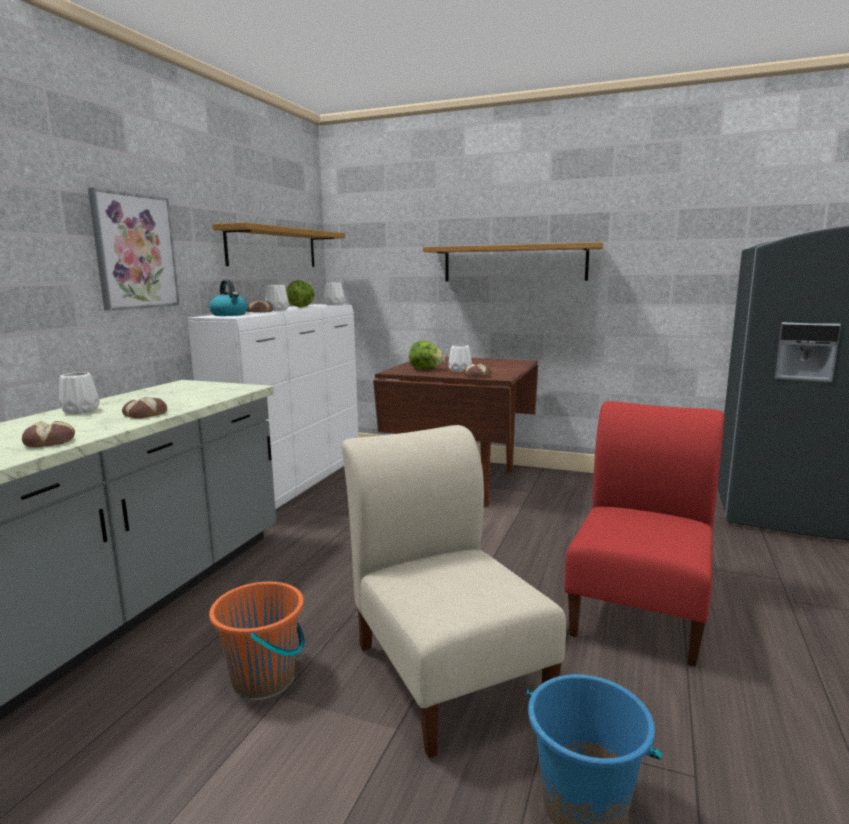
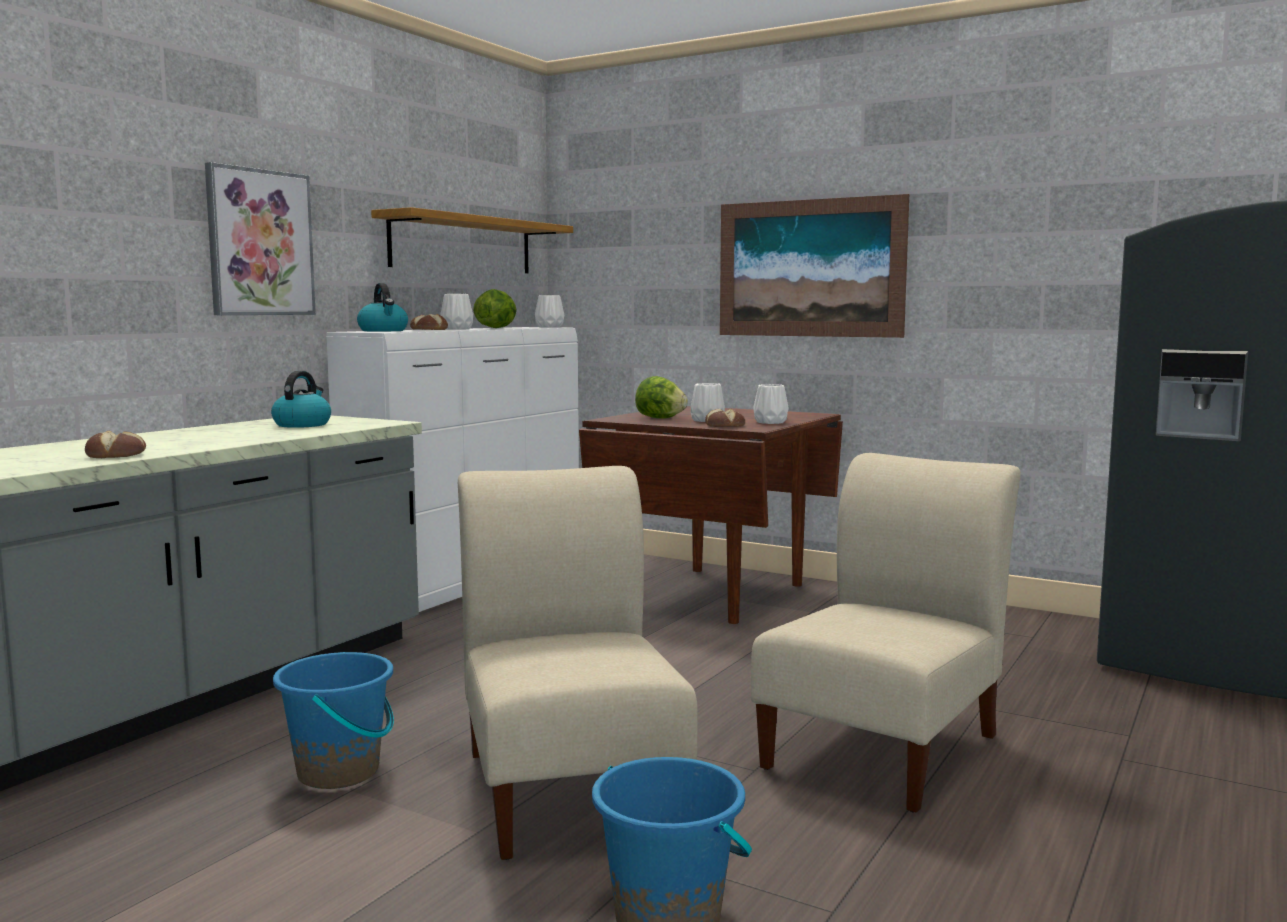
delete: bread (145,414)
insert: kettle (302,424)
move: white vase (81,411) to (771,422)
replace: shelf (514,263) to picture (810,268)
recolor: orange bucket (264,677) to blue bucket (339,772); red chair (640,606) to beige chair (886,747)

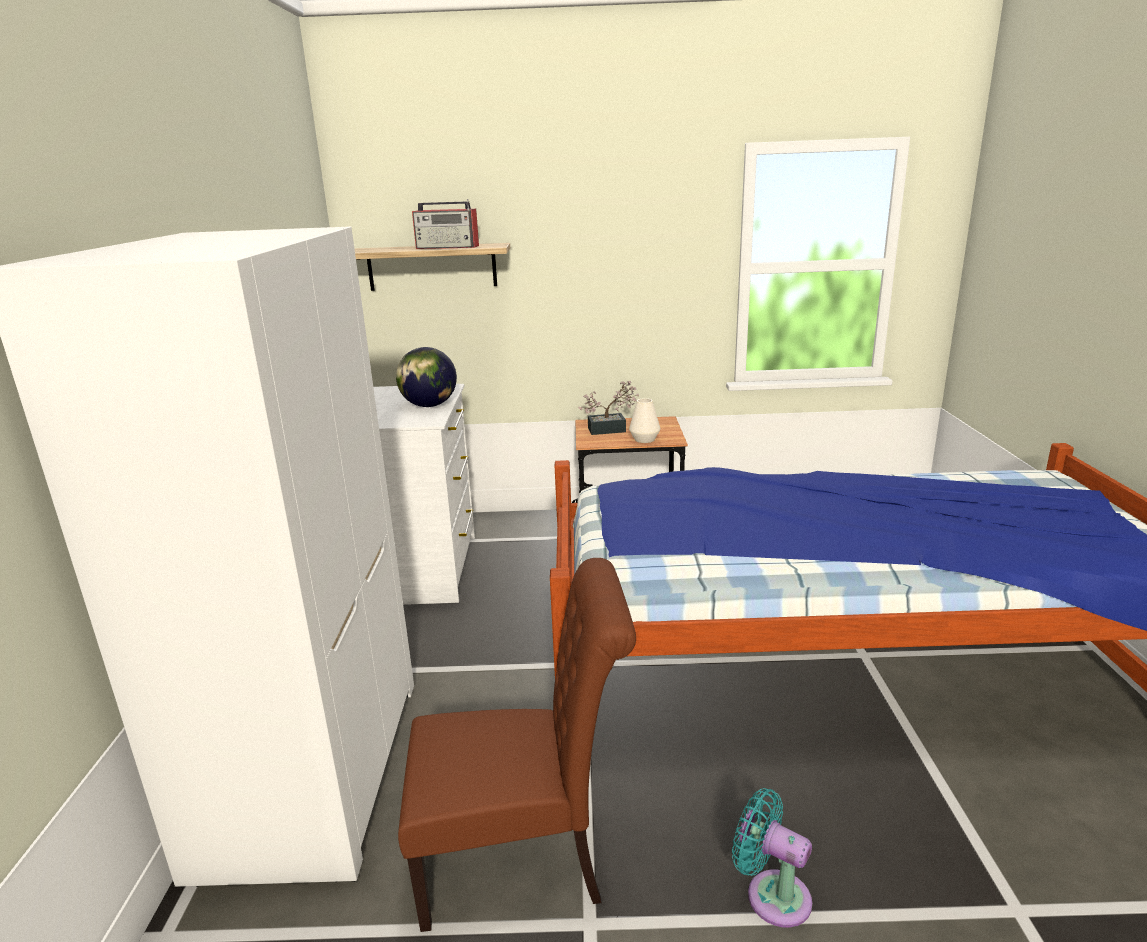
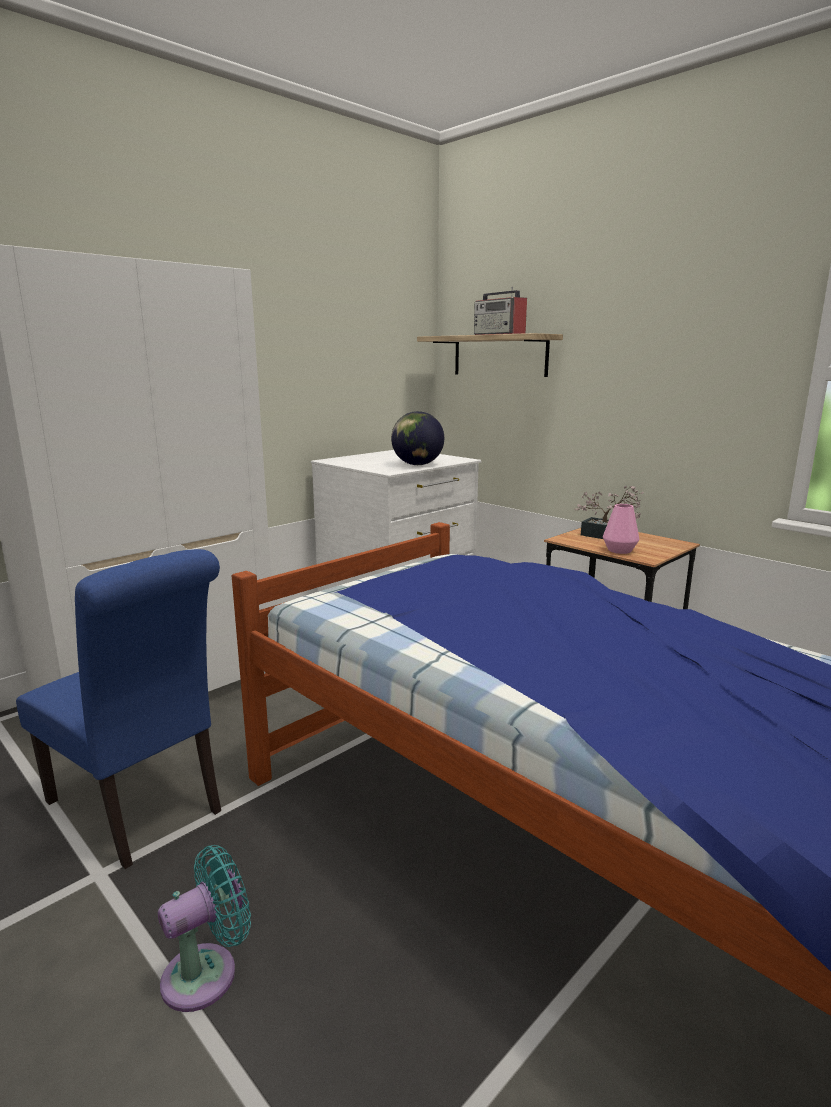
recolor: brown chair (524,862) to blue chair (141,810); white vase (644,439) to pink vase (619,550)
rotate: turquoise fan (772,894) = (207,972) 60 degrees clockwise

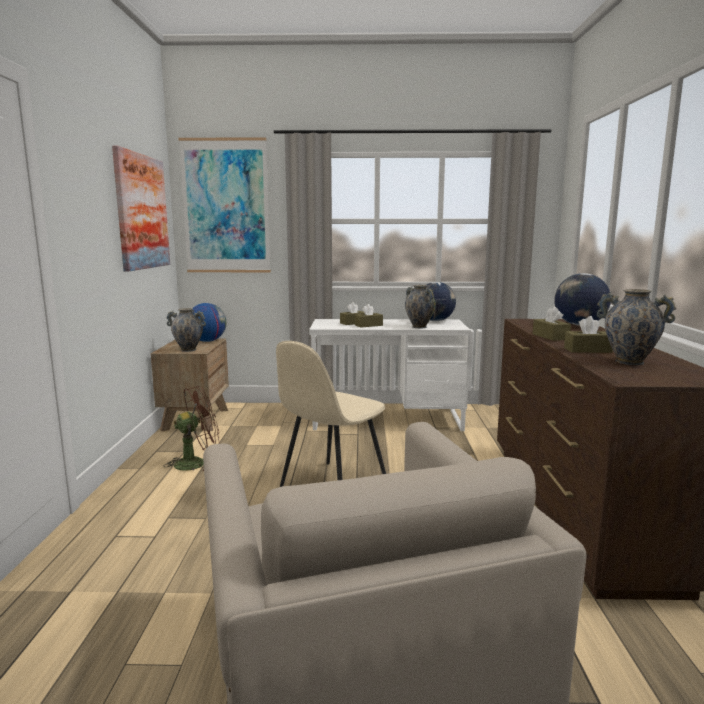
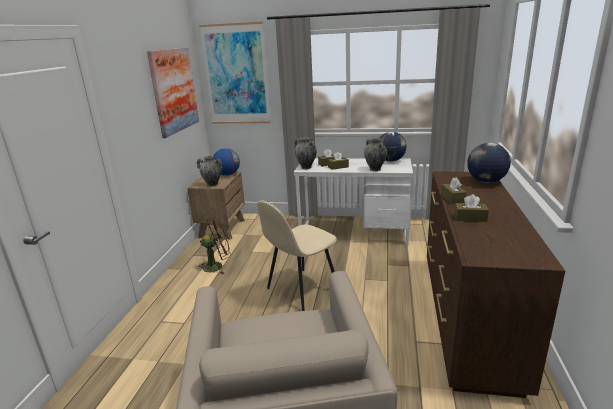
move: vase (629,362) to (306,167)

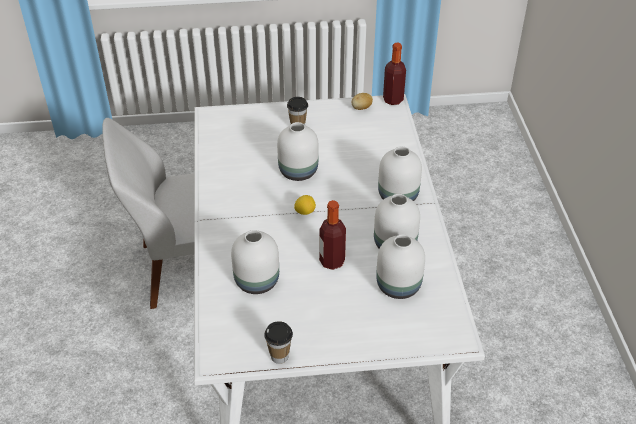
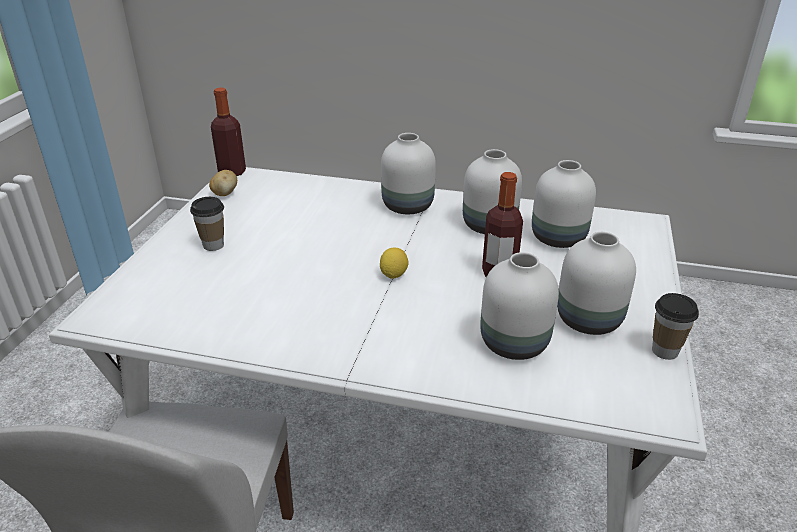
move: white vase (298,171) to (587,319)

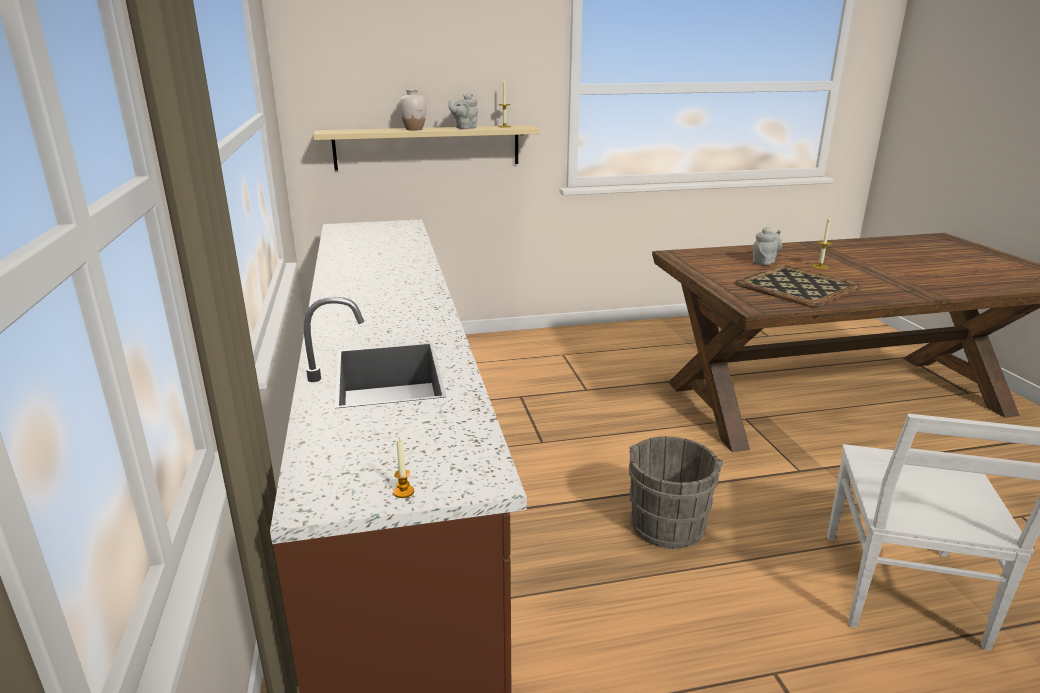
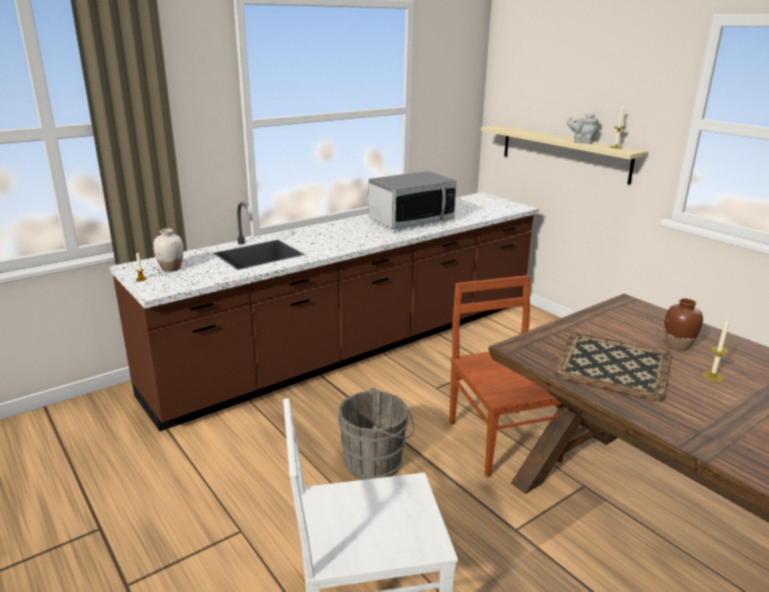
insert: microwave (411,220); brown chair (502,439)
move: white vase (414,129) to (171,268)
replace: grey teapot (764,262) to brown vase (677,345)

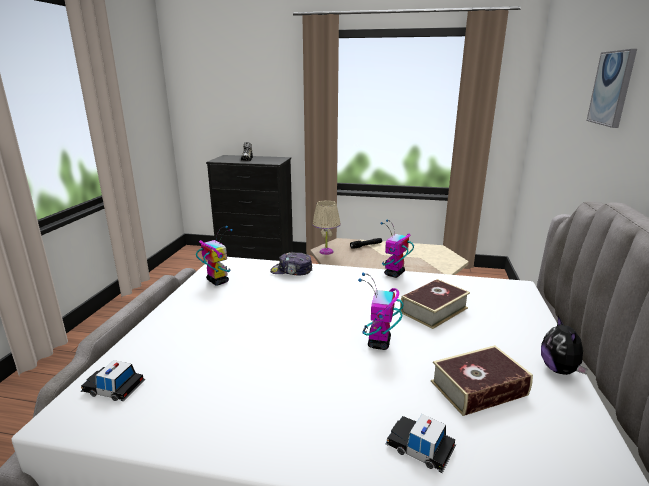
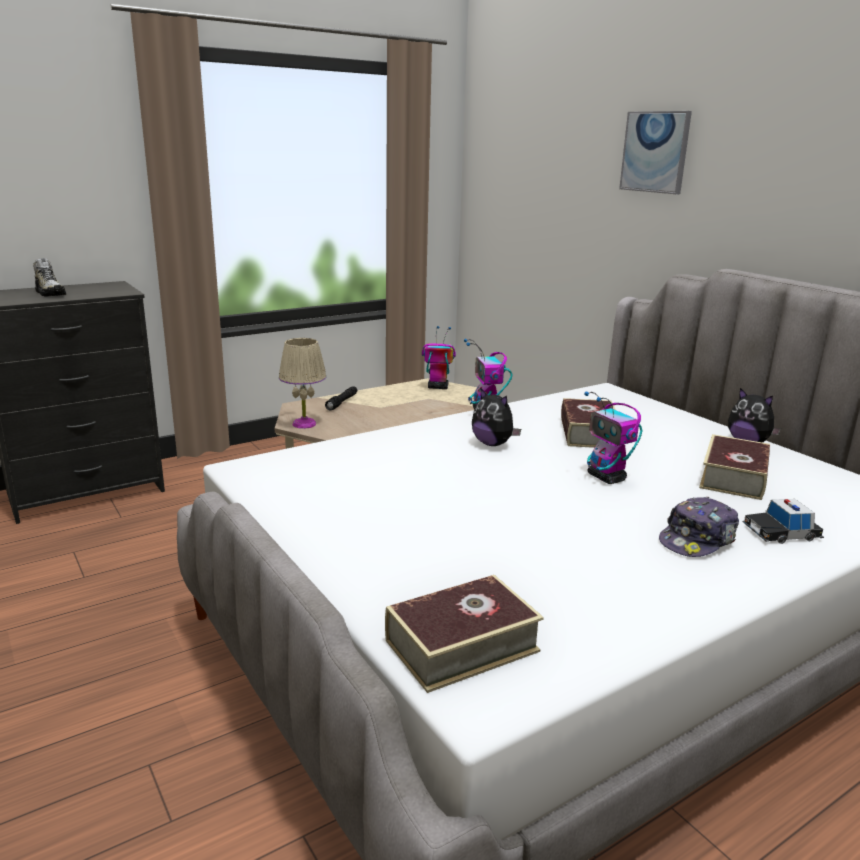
insert: plush toy (493,444)
move: toy robot (217,281) to (437,387); cap (291,271) to (698,540)
replace: toy car (114,388) to book (461,645)

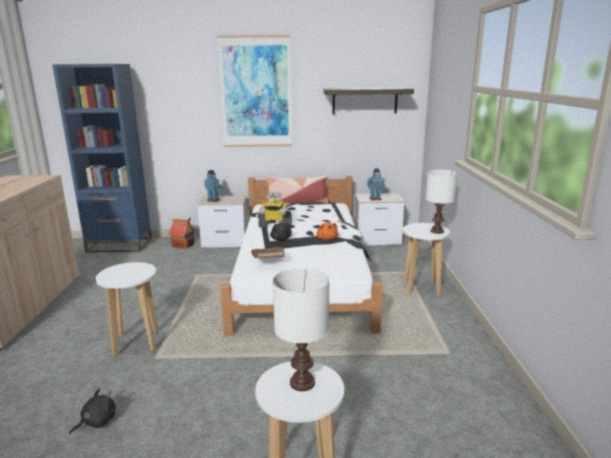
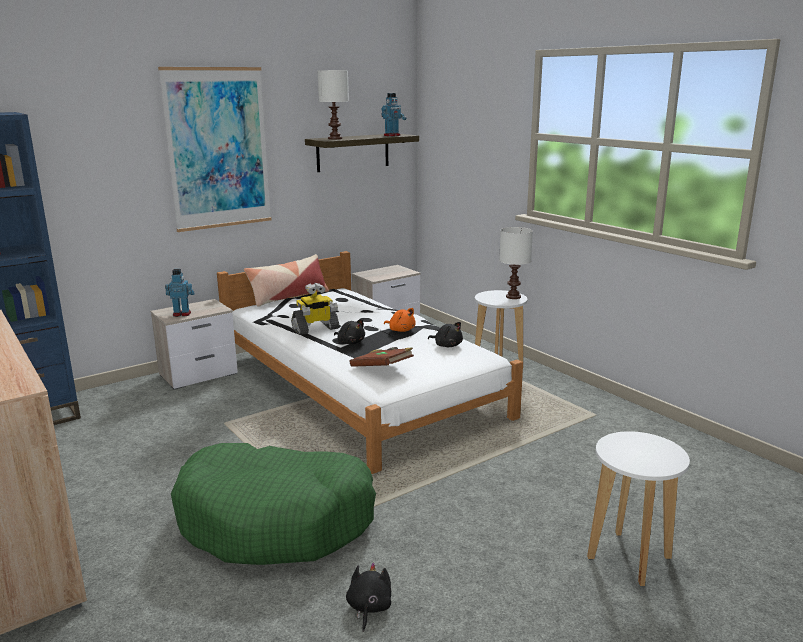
delete: toy house (184,245)
insert: black plush toy (447,345)
move: white table lamp (301,383) to (335,138); toy robot (375,199) to (392,135)
replace: white stool (136,343) to green dog bed (276,520)

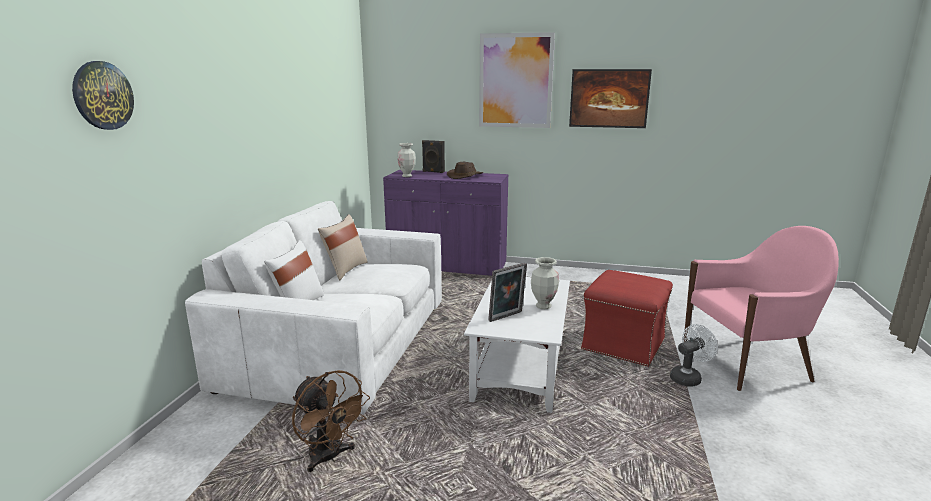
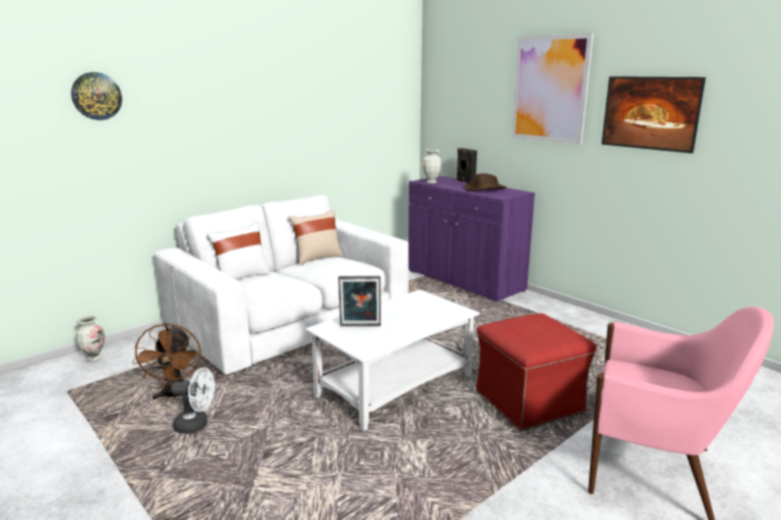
move: vase (543,306) to (94,358); white fan (688,377) to (196,425)

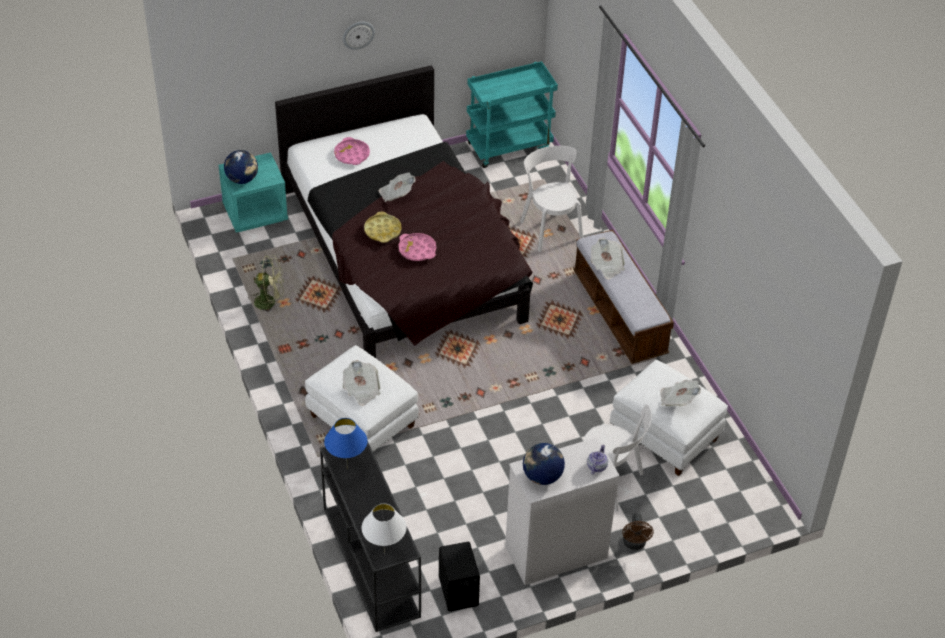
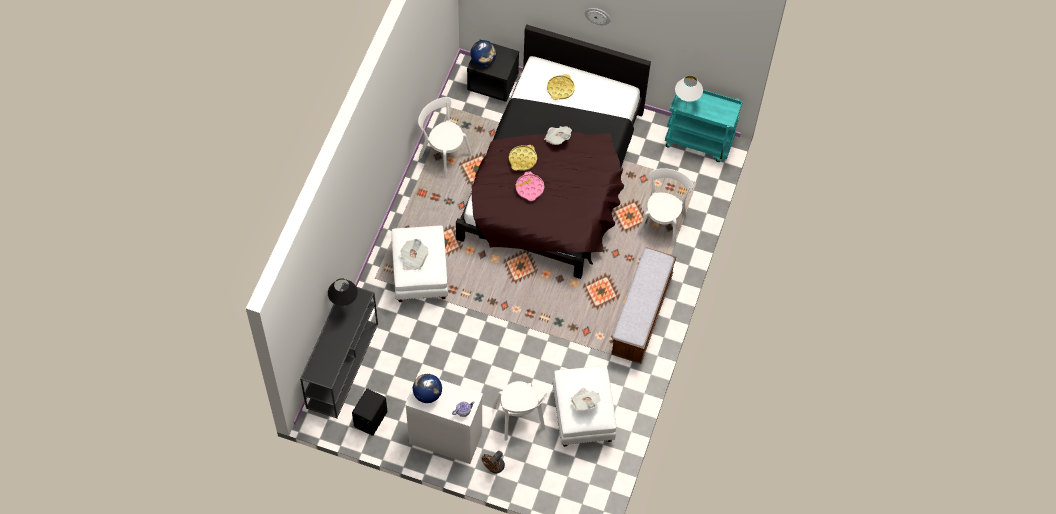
delete: newspaper (607,266)
move: white table lamp (384,555) to (686,105)
replace: green fan (270,302) to white chair (443,154)
recolor: blue table lamp (347,469) to black table lamp (344,306); turquoise nightstand (255,213) to black nightstand (493,83); pink tray (352,154) to yellow tray (560,89)

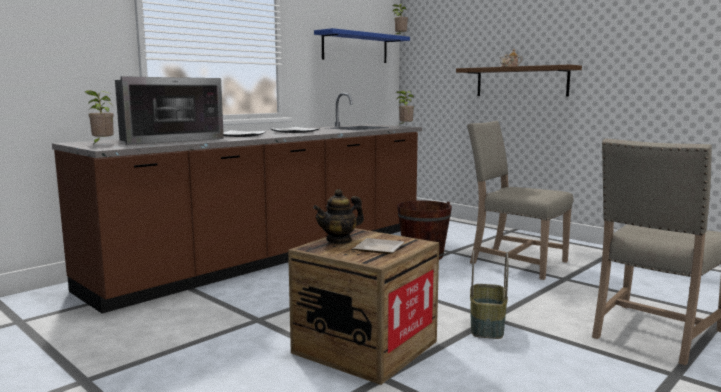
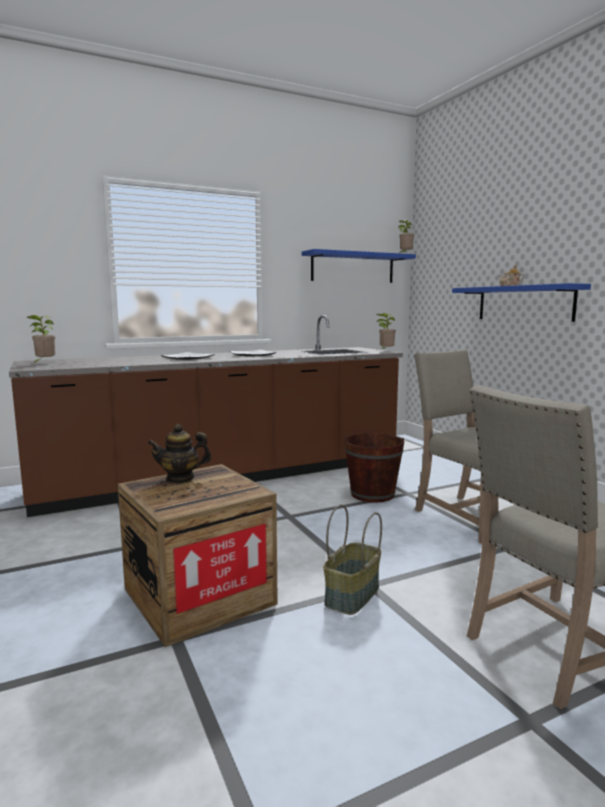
delete: microwave (167,139); plate (377,249)
recolor: brown shelf (521,81) to blue shelf (524,303)

